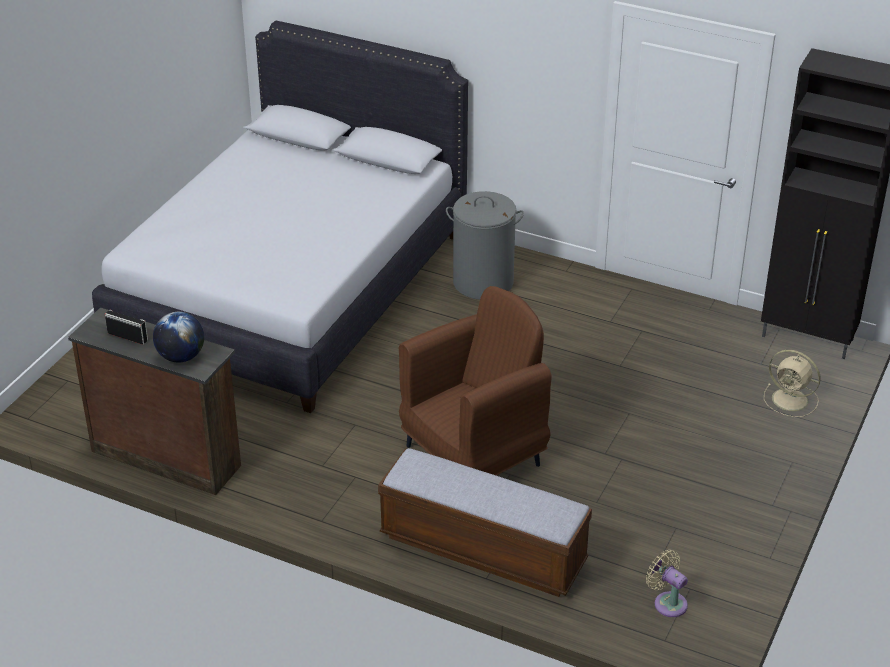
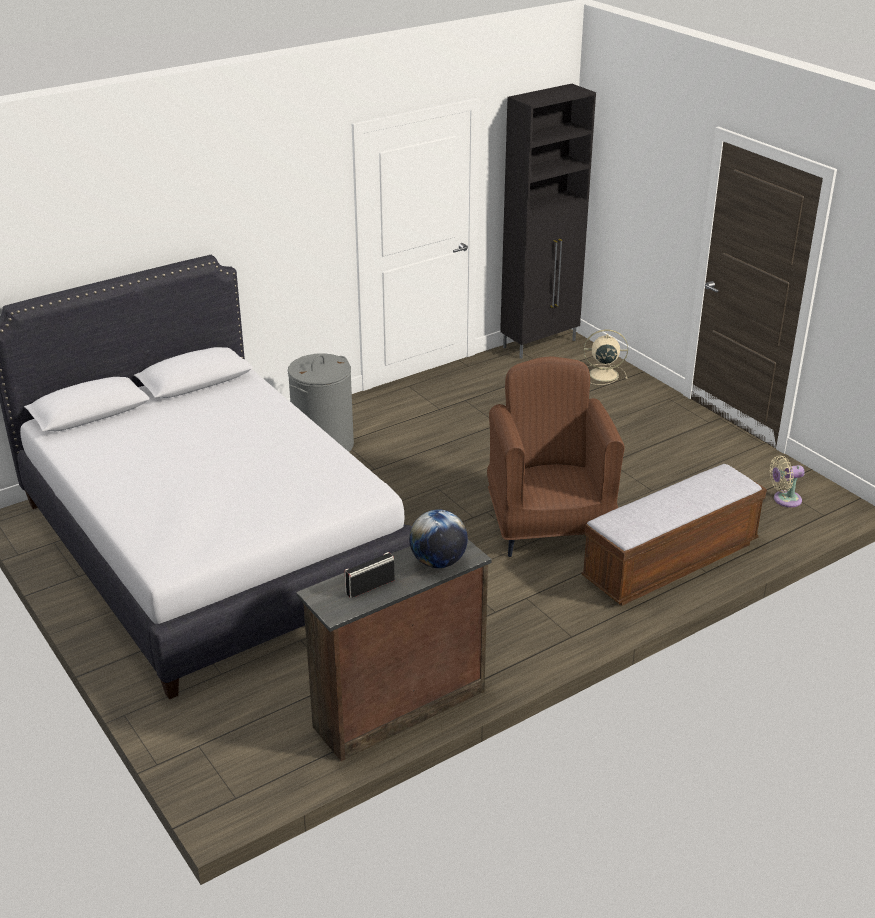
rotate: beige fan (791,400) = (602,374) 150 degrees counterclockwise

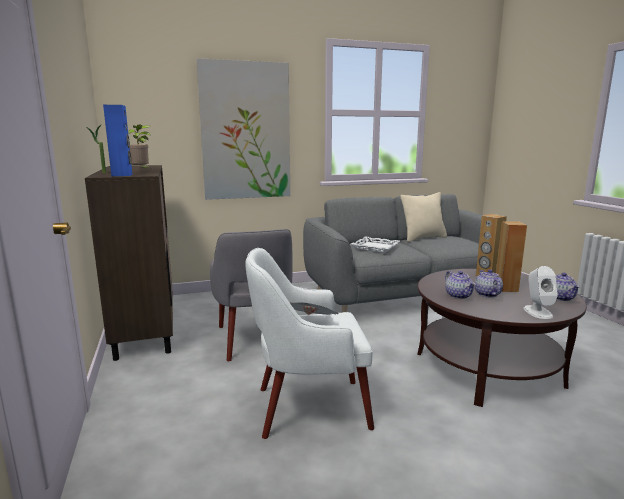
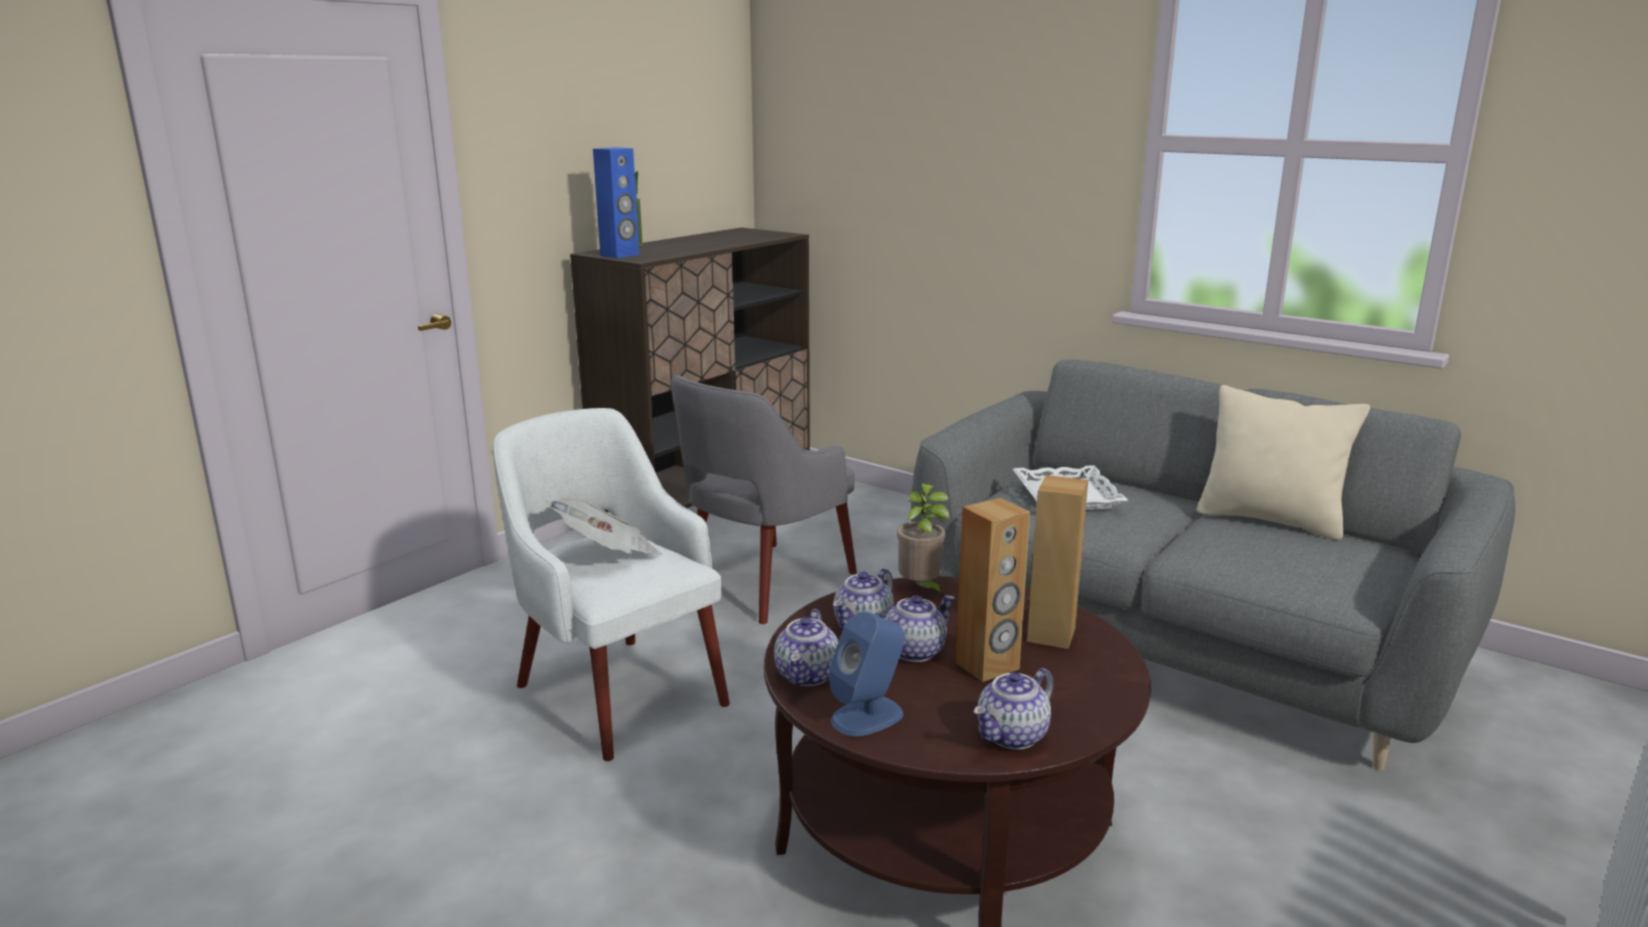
delete: picture (246,131)
insert: teapot (808,675)
move: potted plant (141,171) to (921,589)
recolor: white speaker (537,312) to blue speaker (868,716)

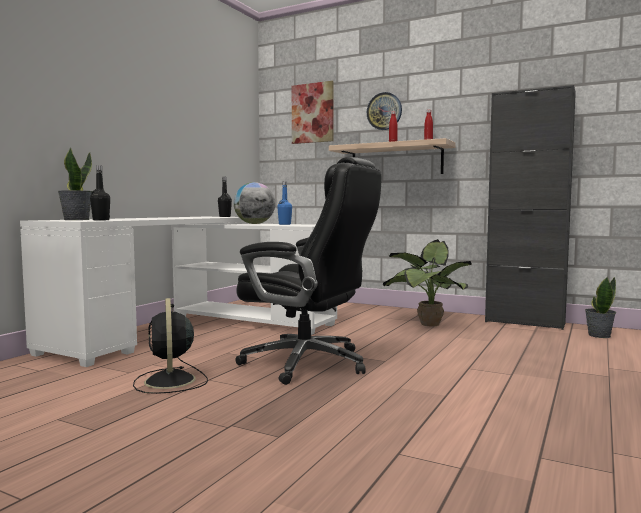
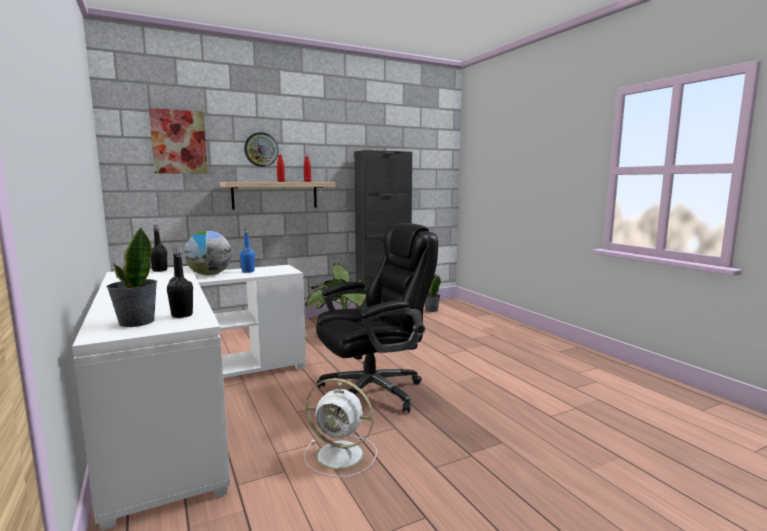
recolor: black fan (170,381) to white fan (342,455)

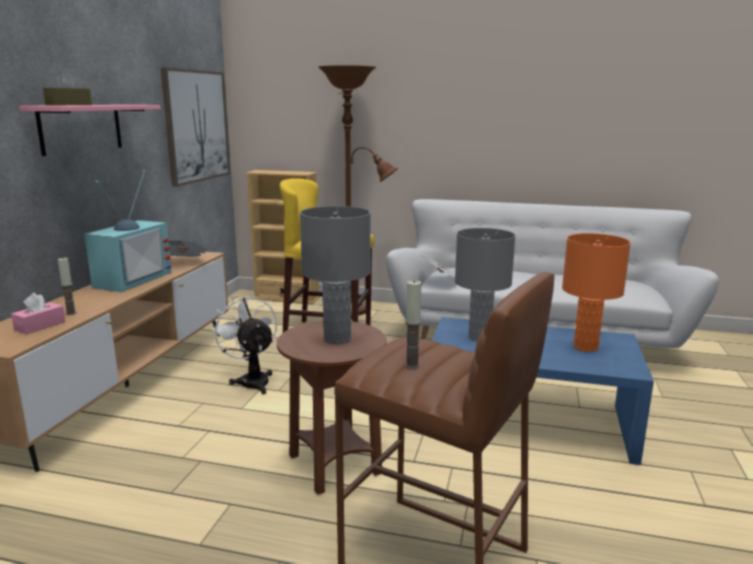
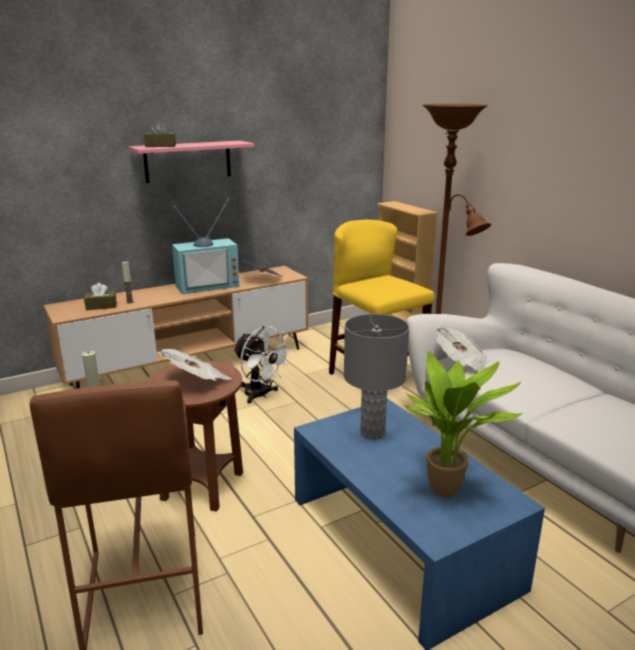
delete: picture (196,126)
replace: grey table lamp (337,338) to newspaper (196,381); orange table lamp (585,347) to potted plant (449,491)
recolor: pink tissue box (40,326) to brown tissue box (101,306)
rotate: white fan (252,380) = (261,395) 120 degrees clockwise

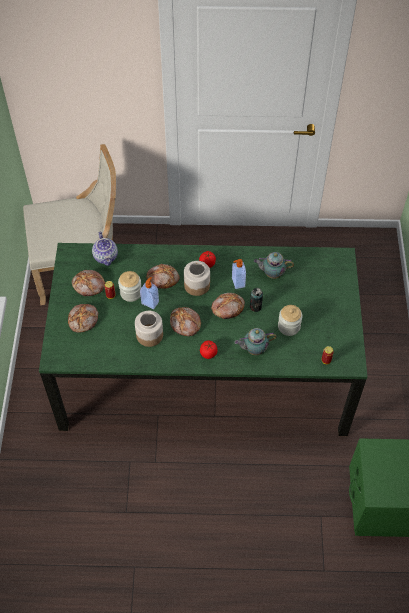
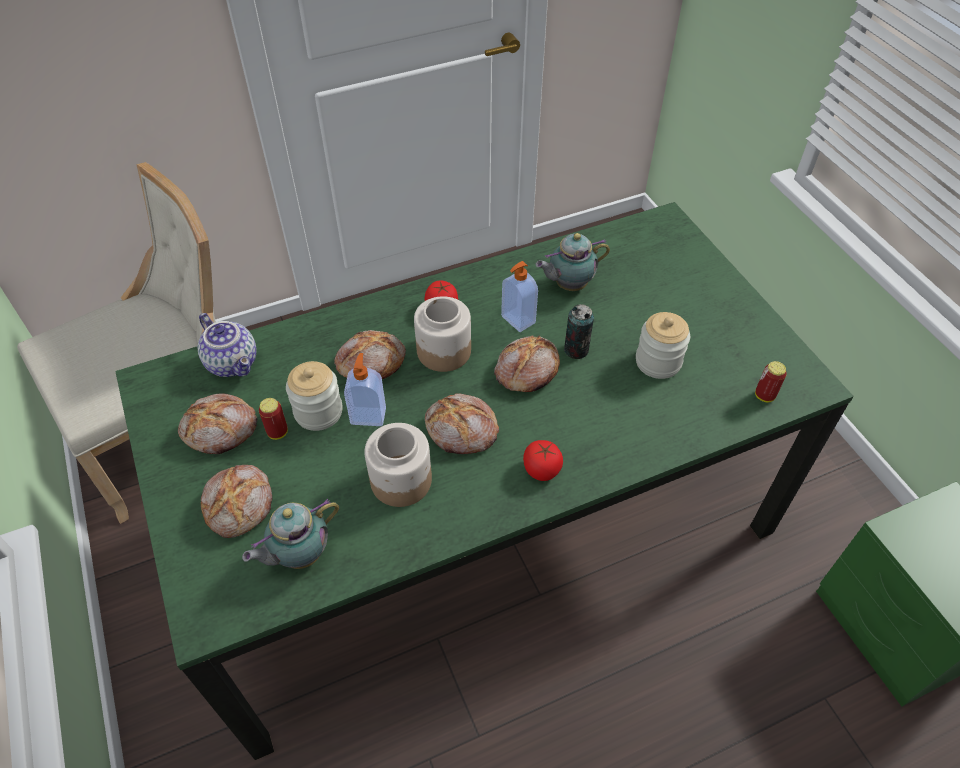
move: teapot (254,350) to (299,555)

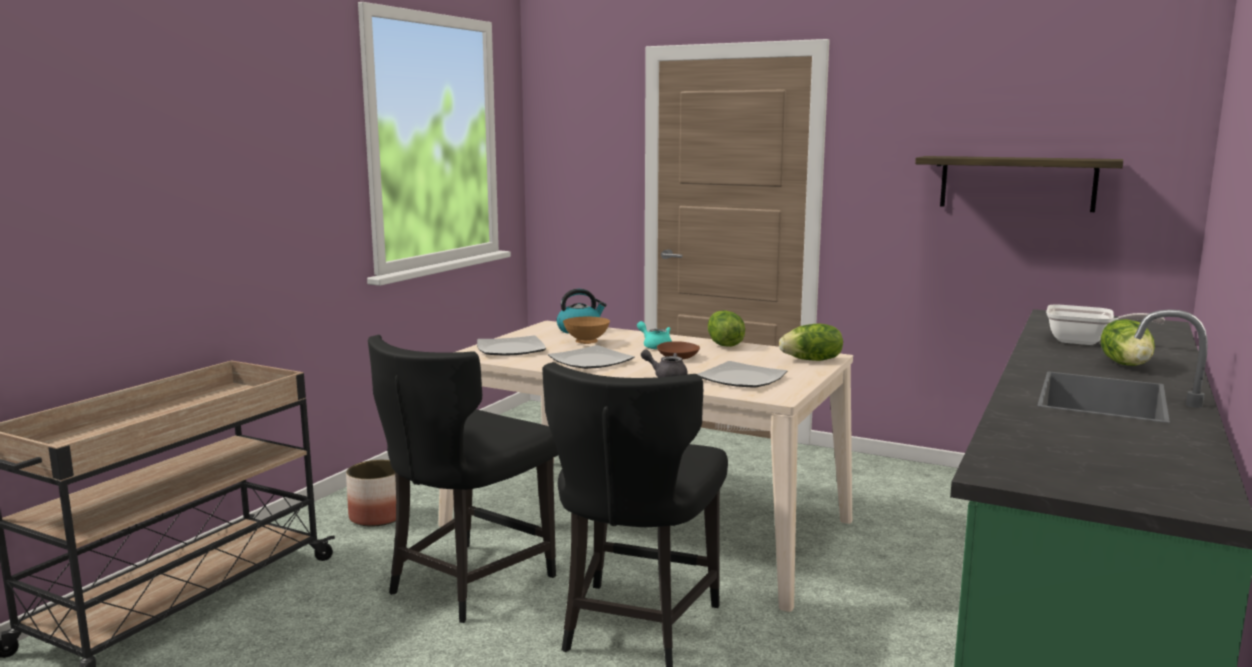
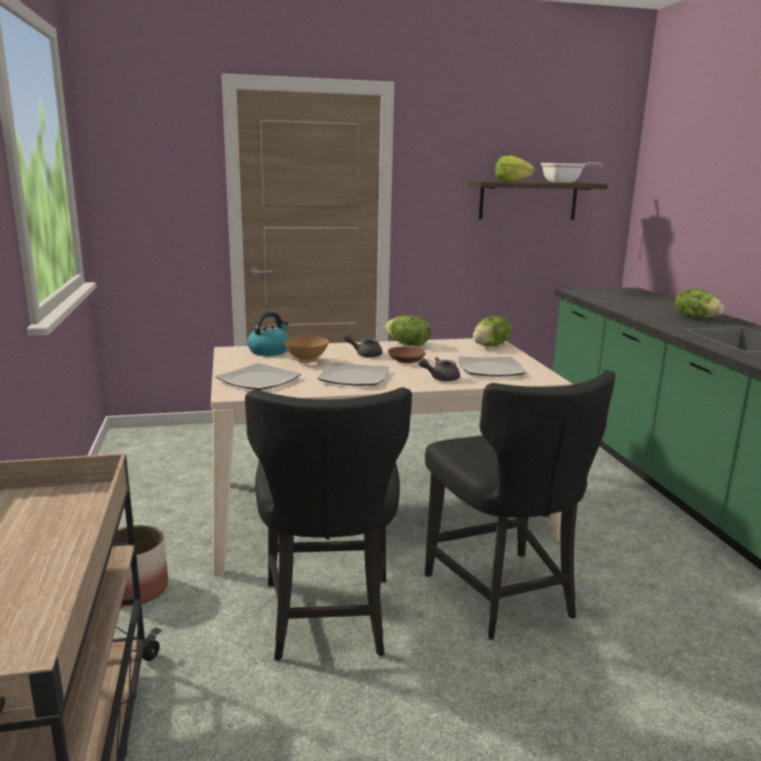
insert: lettuce (511,181)
move: frying pan (1085,342) to (565,182)
recolor: turquoise teapot (655,346) to grey teapot (365,354)

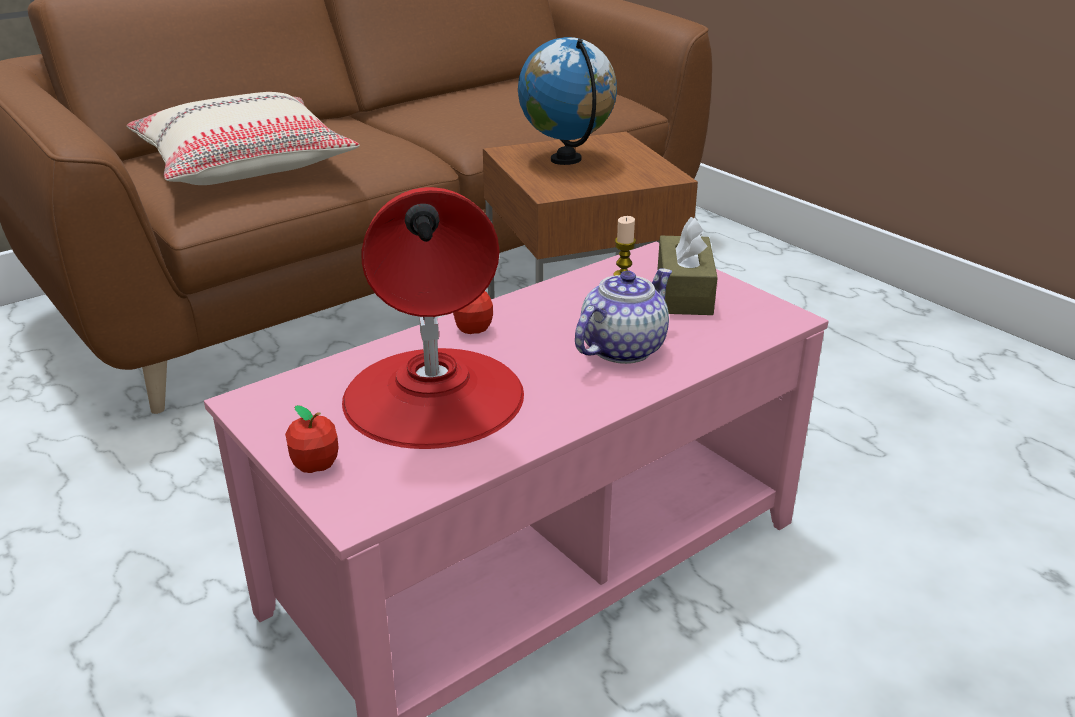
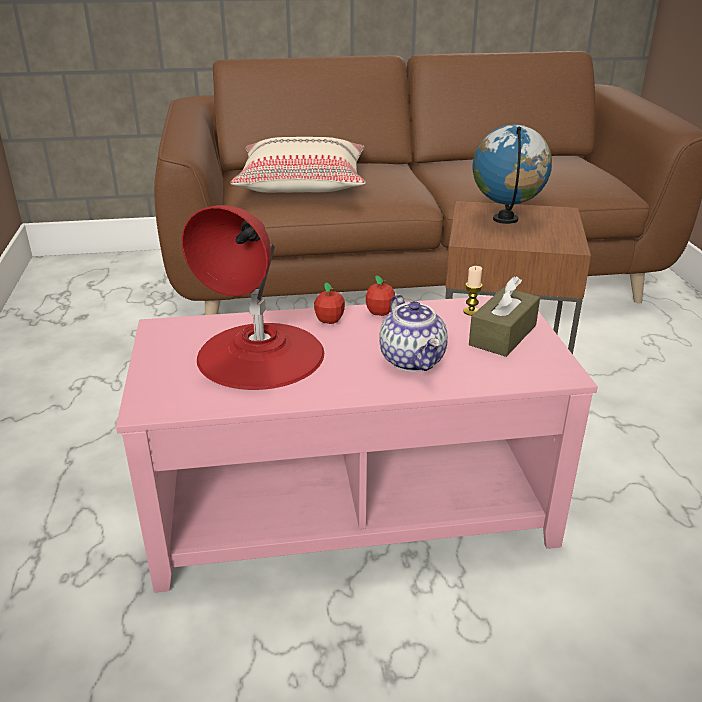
move: apple (315,465) to (379,312)
rotate: teapot (622,348) = (413,360) 90 degrees clockwise

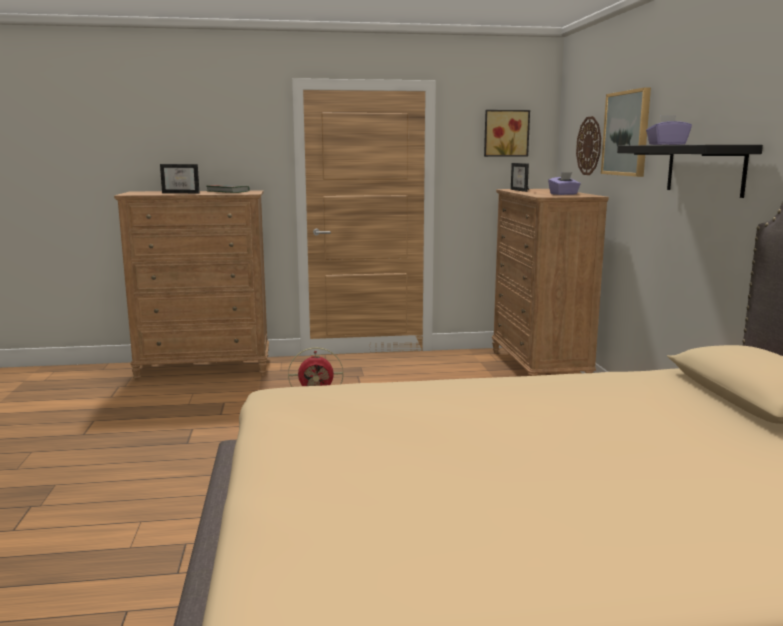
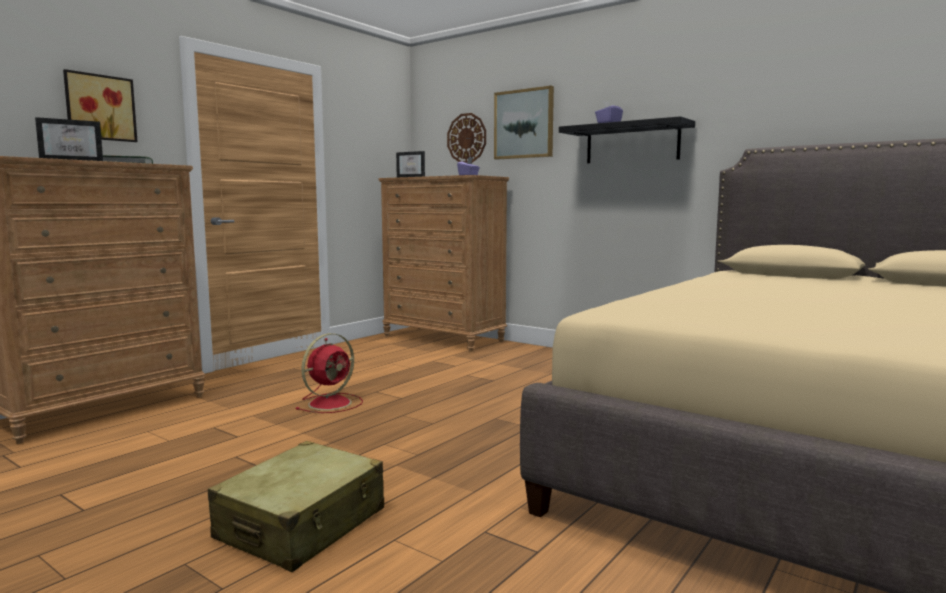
insert: beige suitcase (302,525)
move: picture (506,133) to (99,107)

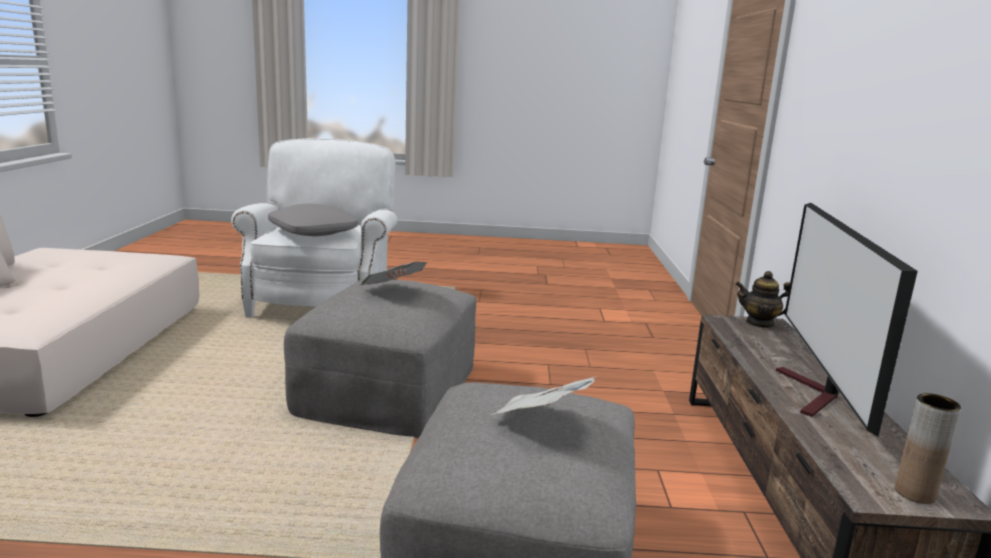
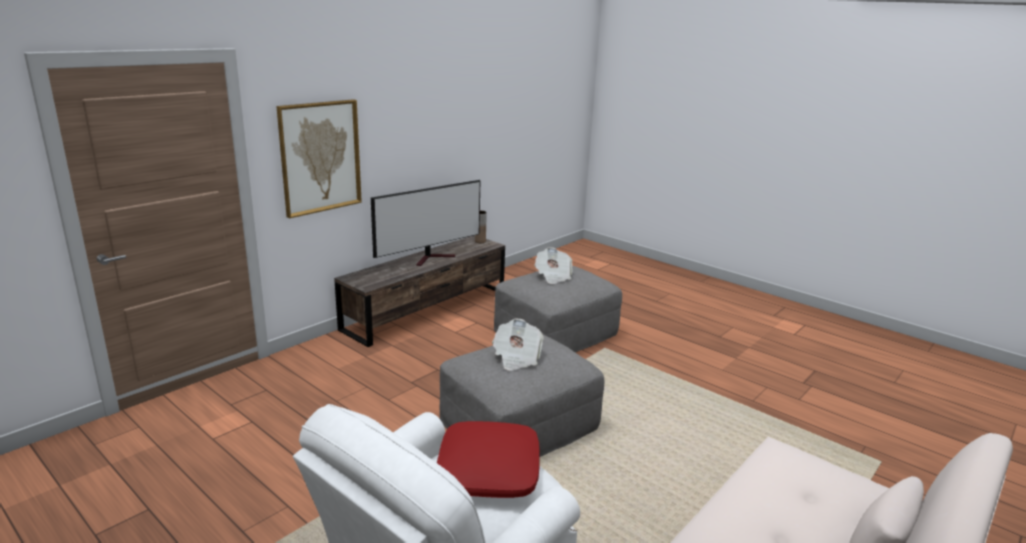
delete: teapot (760,323)
insert: picture (320,157)
recolor: grey pillow (312,231) to red pillow (489,470)

